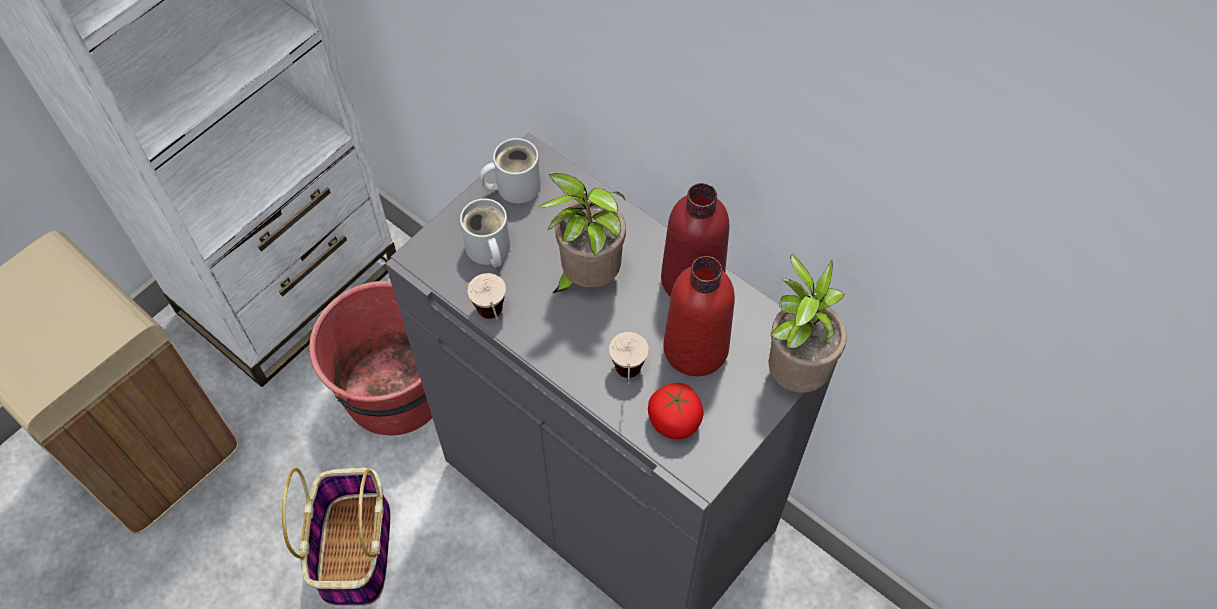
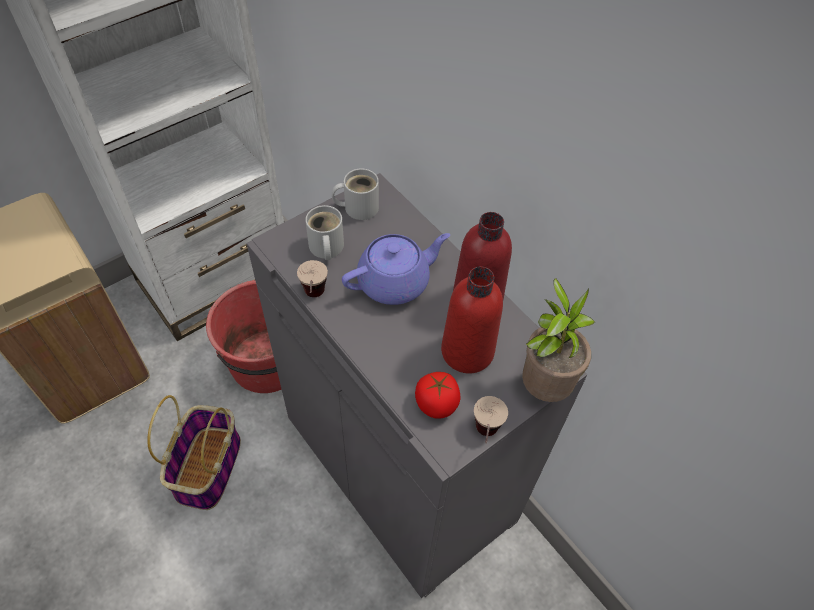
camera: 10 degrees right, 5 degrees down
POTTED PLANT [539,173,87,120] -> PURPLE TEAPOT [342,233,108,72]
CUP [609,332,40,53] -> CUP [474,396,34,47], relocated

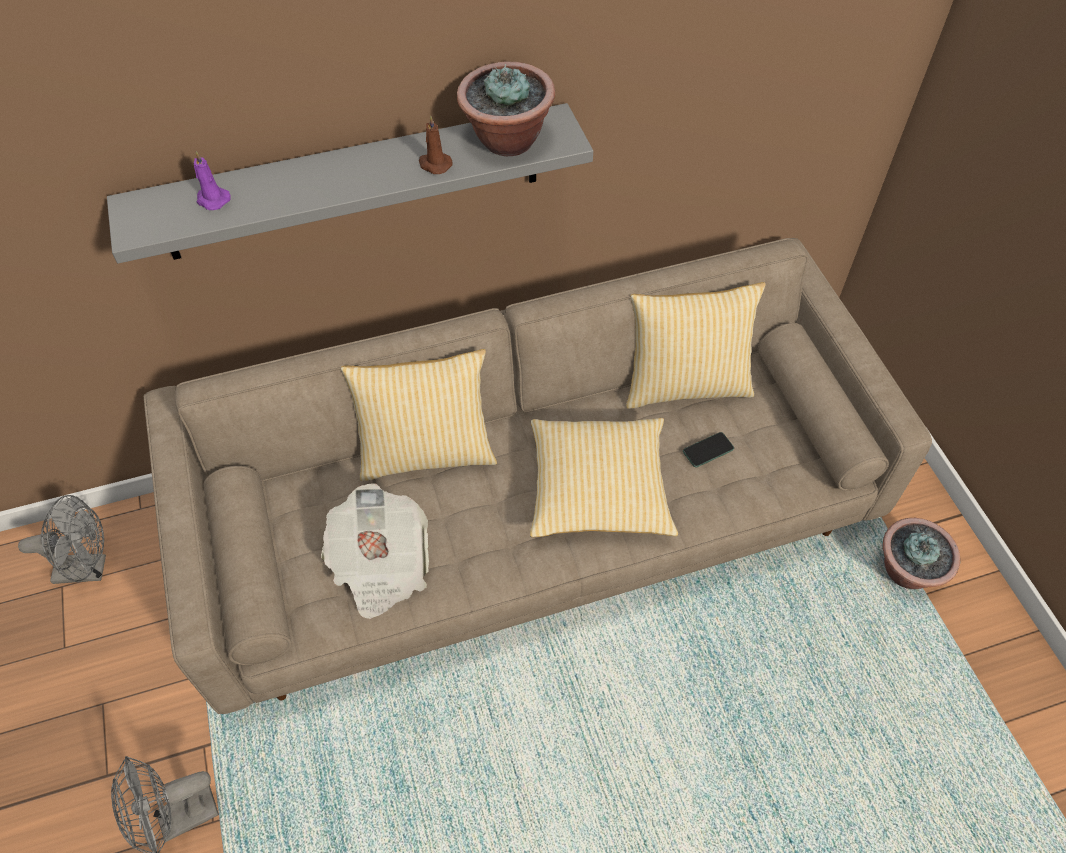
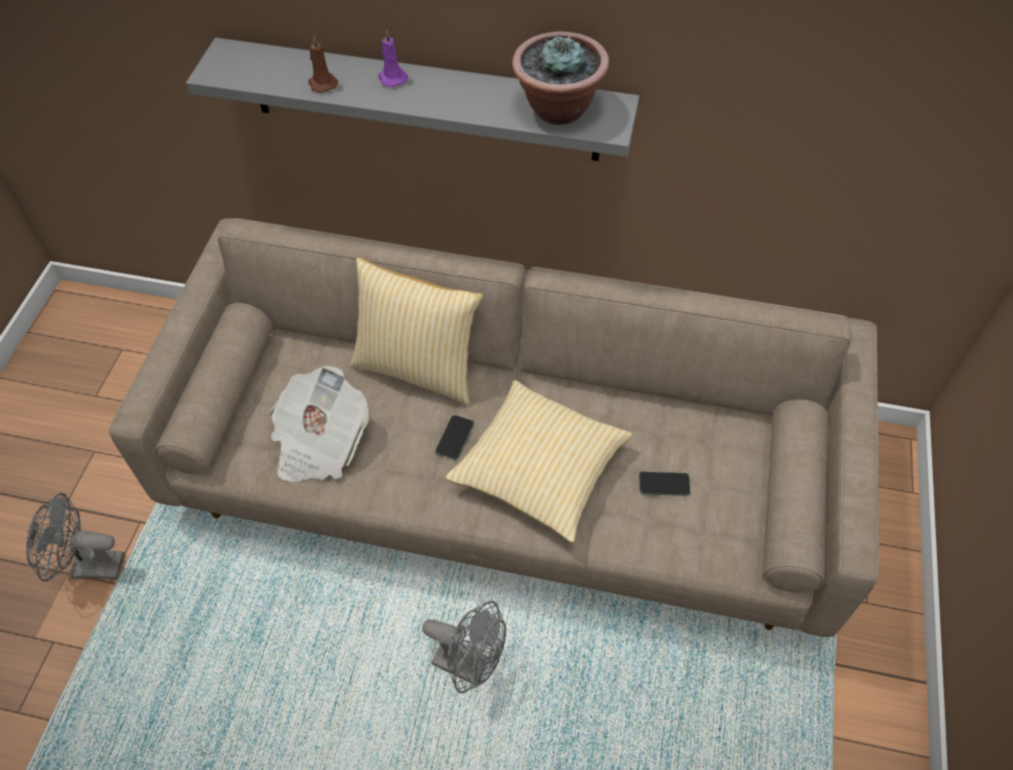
camera: 30 degrees right, 0 degrees up
BROWN CANDLE [419,115,34,59] -> BROWN CANDLE [308,36,30,57], relocated
PURPLE CANDLE [194,151,37,59] -> PURPLE CANDLE [378,30,30,57], relocated
PILLOW [626,282,140,127] -> none
GREY FAN [18,495,88,89] -> GREY FAN [422,601,84,92], relocated
POTTED PLANT [883,518,77,71] -> none
none -> PHONE [435,415,39,45]

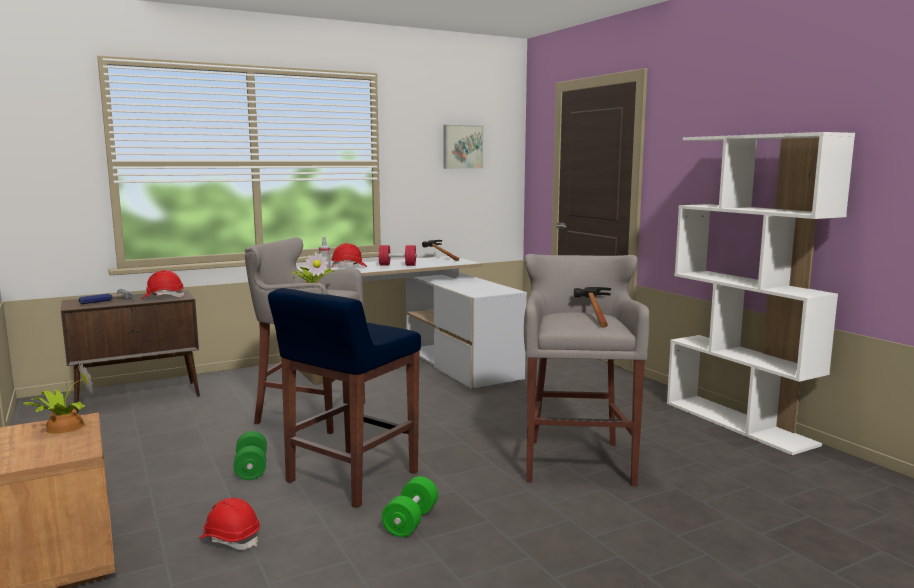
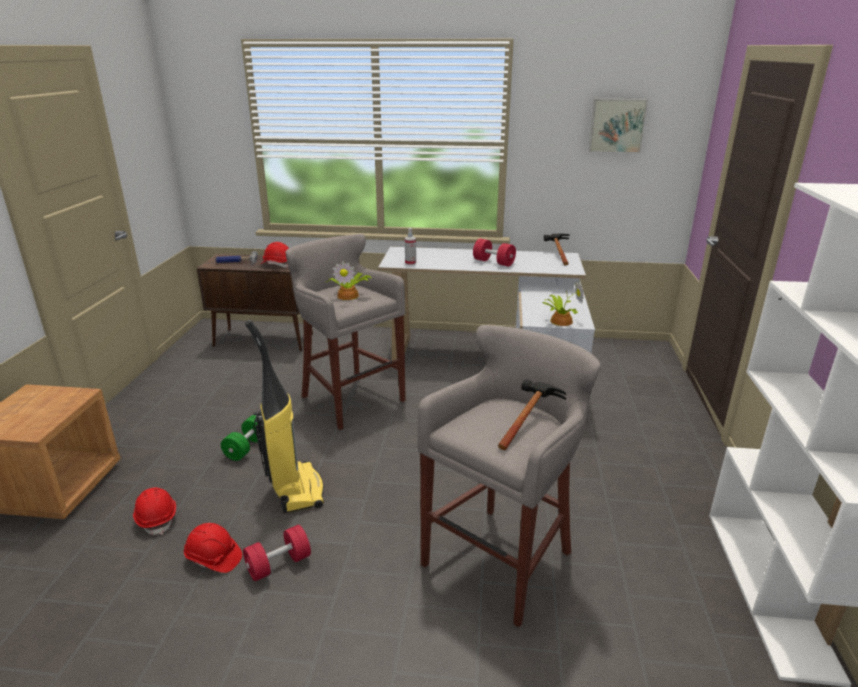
camera: 35 degrees right, 15 degrees up
RED HARD HAT [331,243,36,25] -> RED HARD HAT [184,523,58,50], relocated
BLUE STOOL [268,288,153,220] -> VACUUM CLEANER [245,320,79,193]
POTTED PLANT [23,361,70,73] -> POTTED PLANT [542,281,42,45], relocated
GREEN DUMBBELL [382,476,56,61] -> RED DUMBBELL [243,525,68,56]

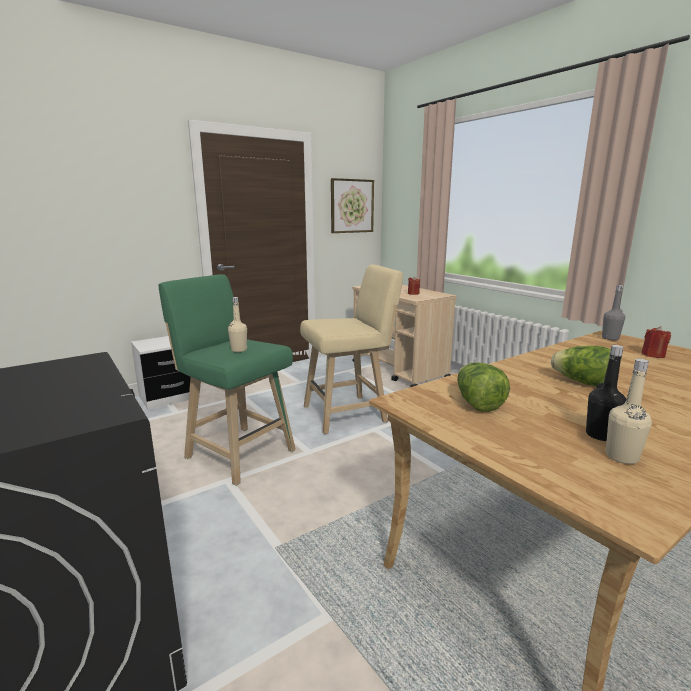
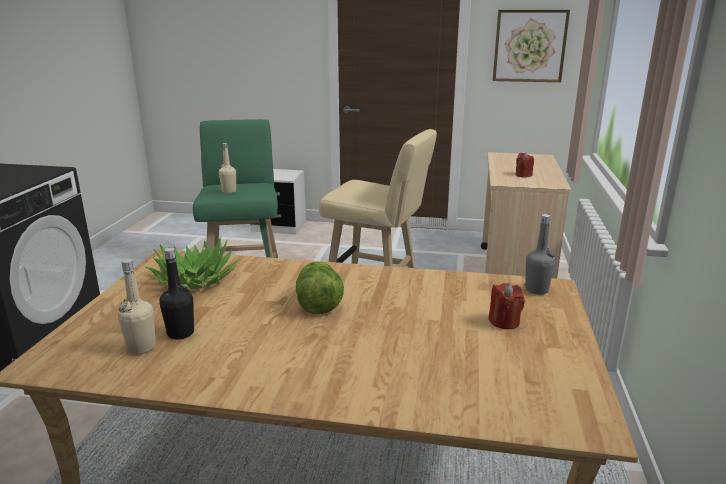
camera: 45 degrees right, 5 degrees up
LETTUCE [457,362,53,50] -> POTTED PLANT [145,236,95,53]

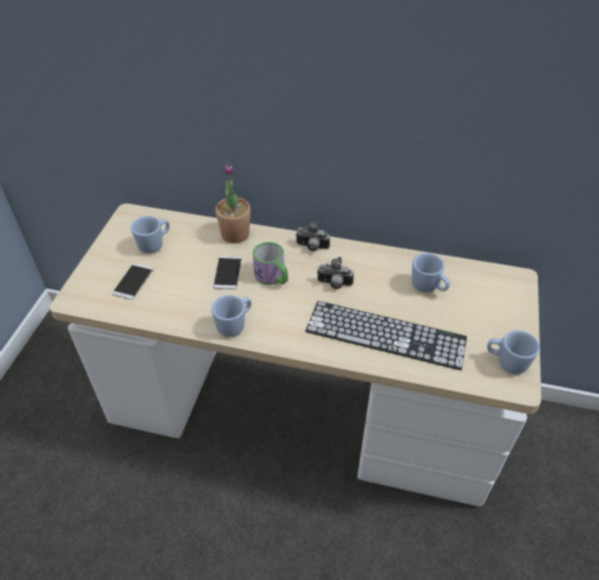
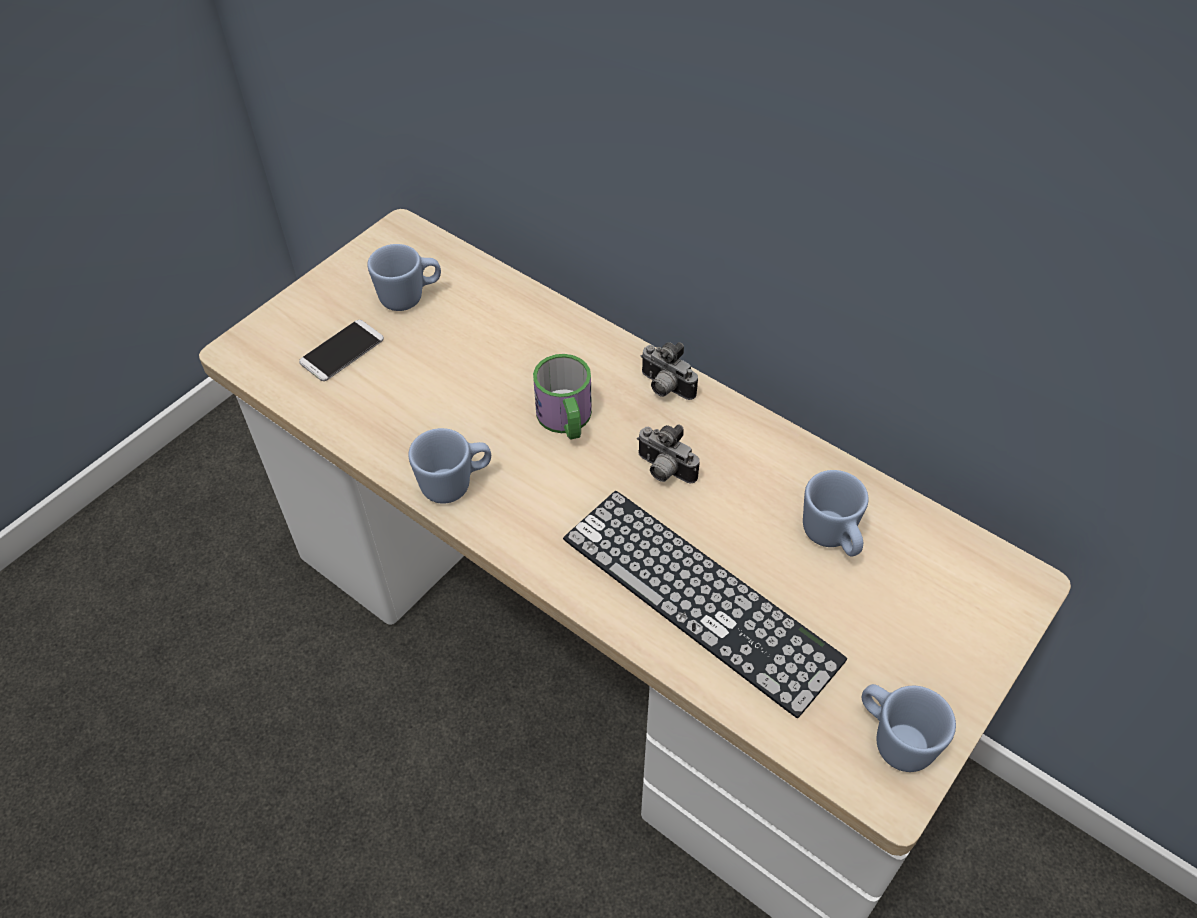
camera: 25 degrees right, 5 degrees up
POTTED PLANT [215,163,36,80] -> none
PHONE [213,256,29,33] -> none

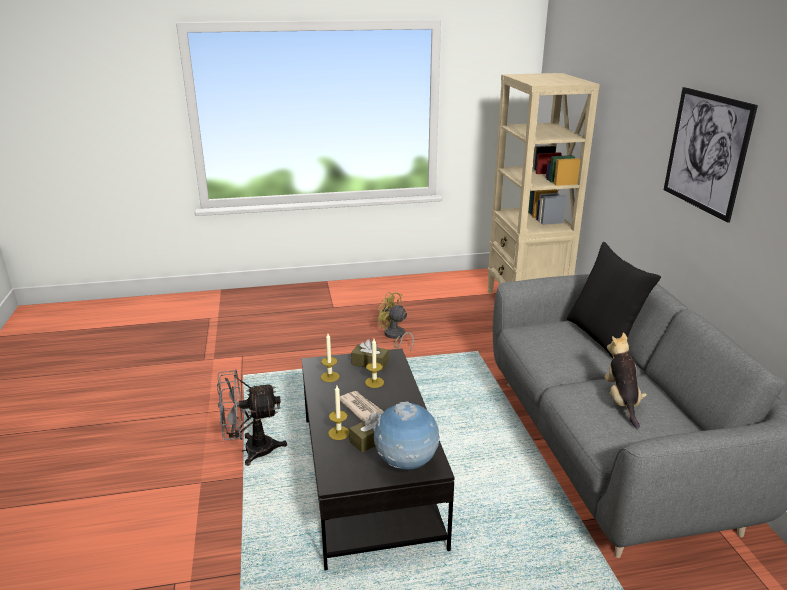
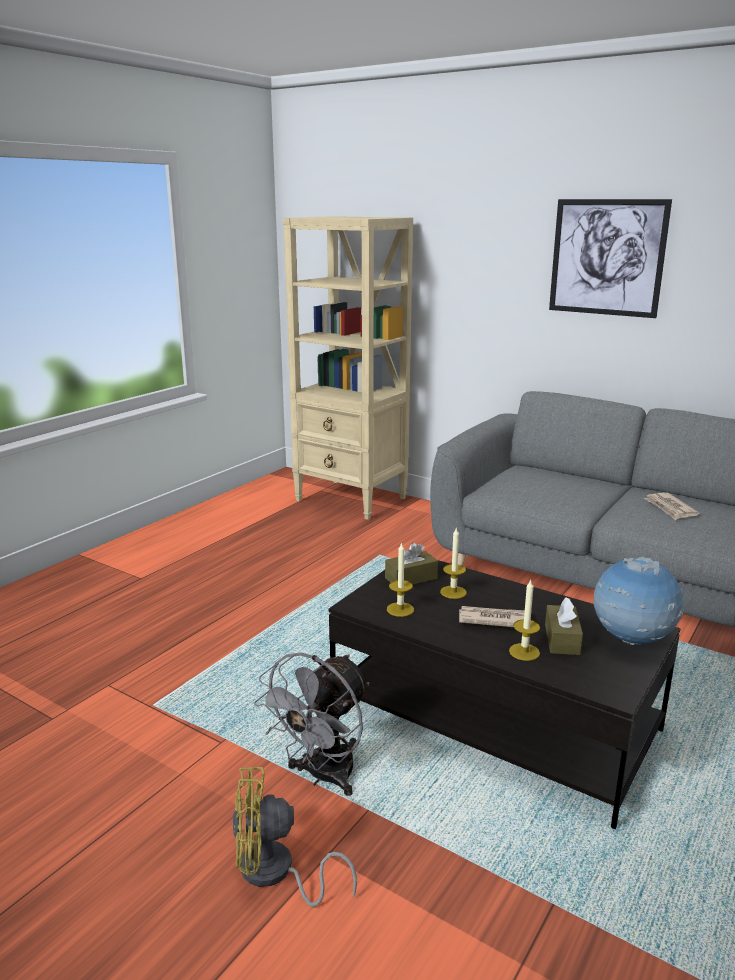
camera: 45 degrees left, 5 degrees down
BLACK PILLOW [567,242,94,116] -> none
YELLOW FAN [378,292,36,59] -> YELLOW FAN [232,767,125,140], relocated
PLUSH TOY [604,332,43,97] -> NEWSPAPER [644,493,55,27]

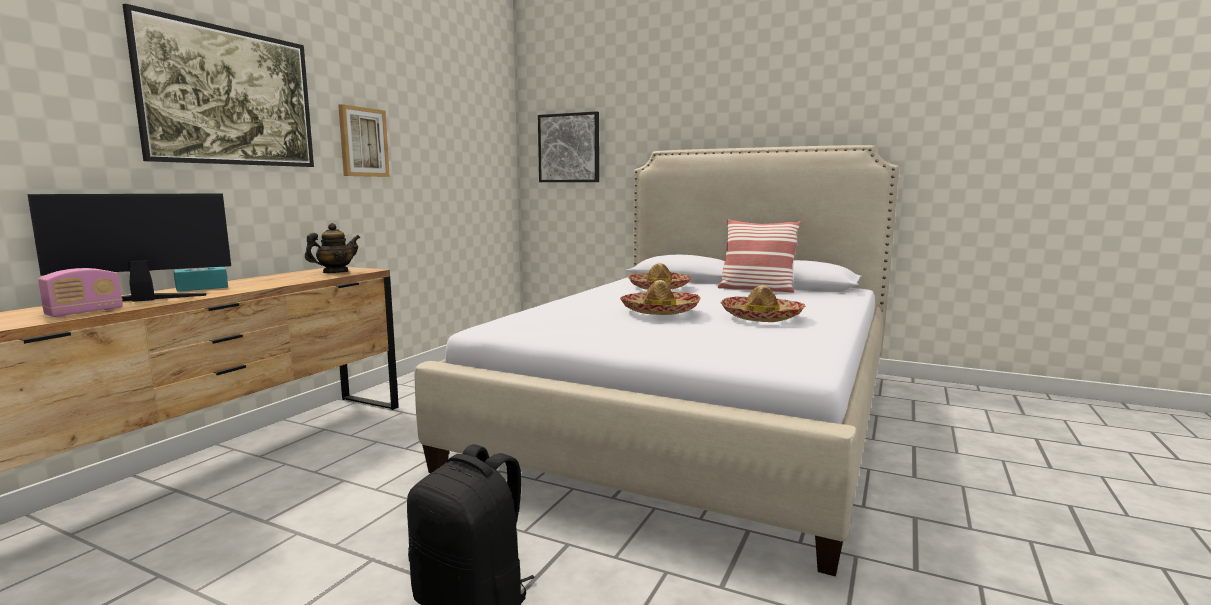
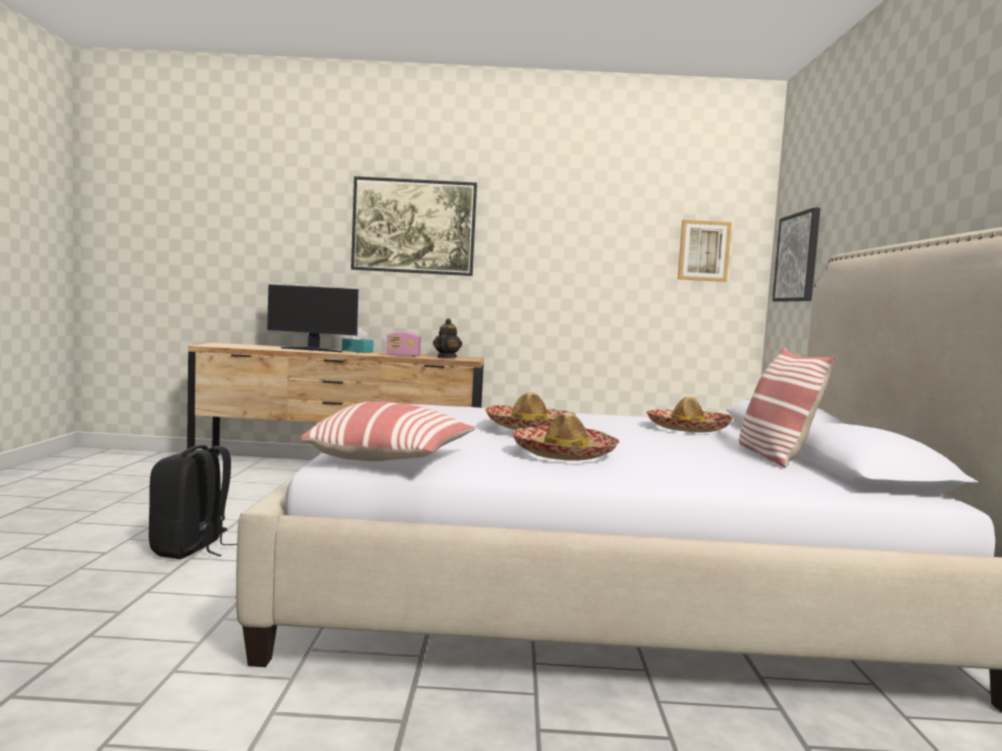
camera: 65 degrees right, 5 degrees down
PICTURE [338,104,52,73] -> PICTURE [678,220,54,62], relocated
MONITOR [27,193,204,109] -> MONITOR [267,284,91,68], 150 degrees clockwise
TEAPOT [305,223,55,50] -> TEAPOT [433,318,29,40], 105 degrees counterclockwise
RADIO [38,268,85,49] -> RADIO [386,332,35,25], relocated
none -> PILLOW [300,401,175,60]

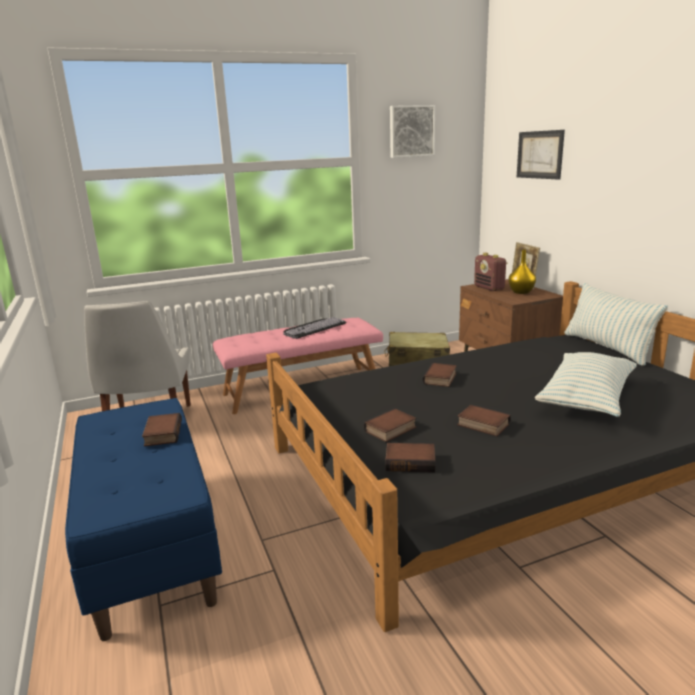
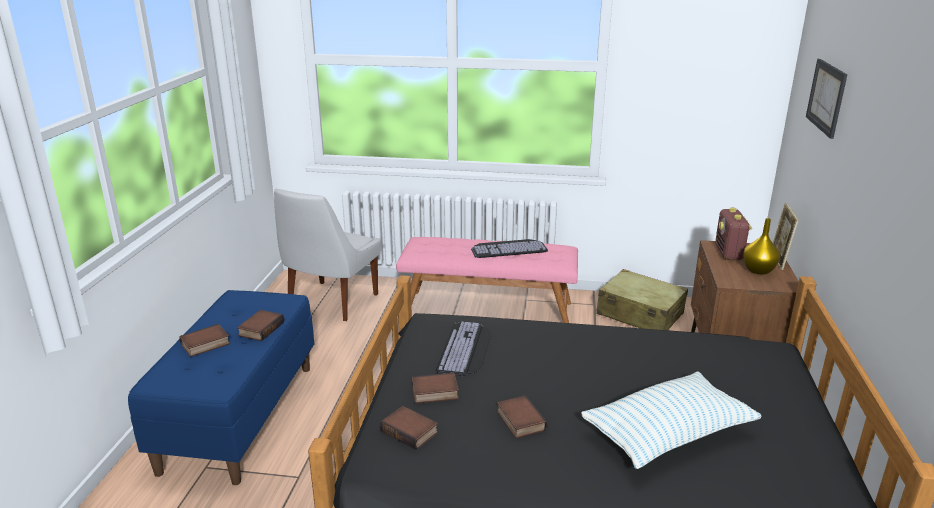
camera: 30 degrees right, 5 degrees up
PICTURE [390,105,45,53] -> none
PILLOW [564,283,104,83] -> none
BOOK [423,363,34,24] -> BOOK [179,324,51,33], relocated
none -> KEYBOARD [436,322,56,54]

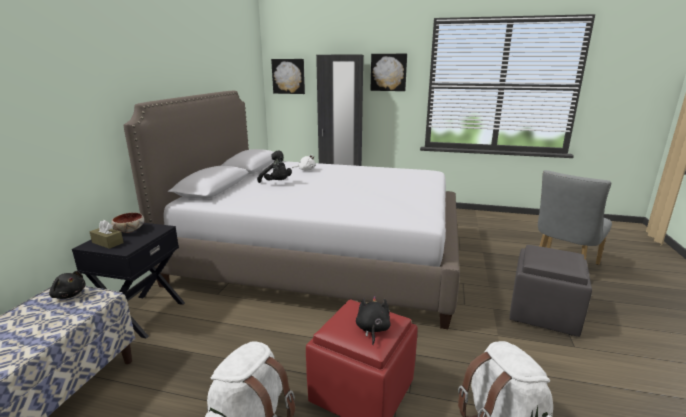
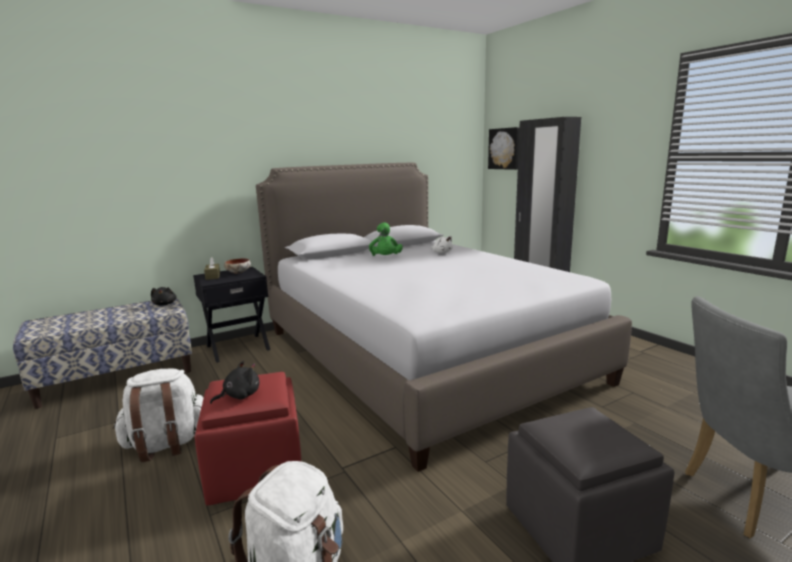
camera: 45 degrees right, 5 degrees down
PICTURE [370,54,37,37] -> none
BLACK PLUSH TOY [257,150,35,33] -> GREEN PLUSH TOY [369,222,34,34]

